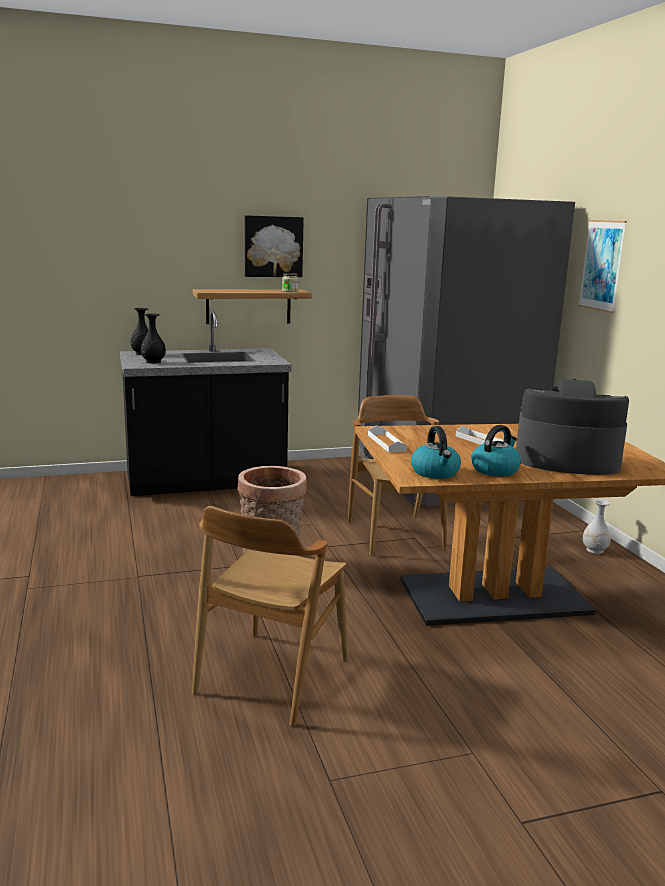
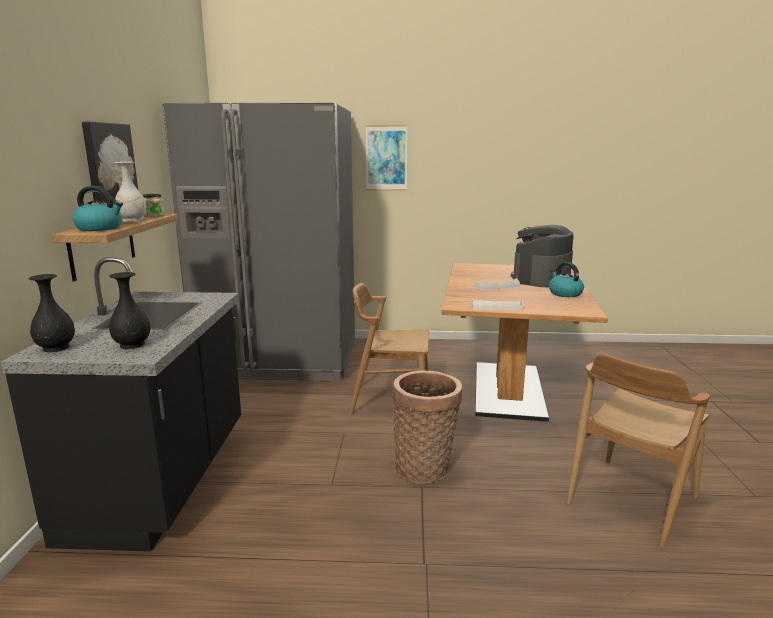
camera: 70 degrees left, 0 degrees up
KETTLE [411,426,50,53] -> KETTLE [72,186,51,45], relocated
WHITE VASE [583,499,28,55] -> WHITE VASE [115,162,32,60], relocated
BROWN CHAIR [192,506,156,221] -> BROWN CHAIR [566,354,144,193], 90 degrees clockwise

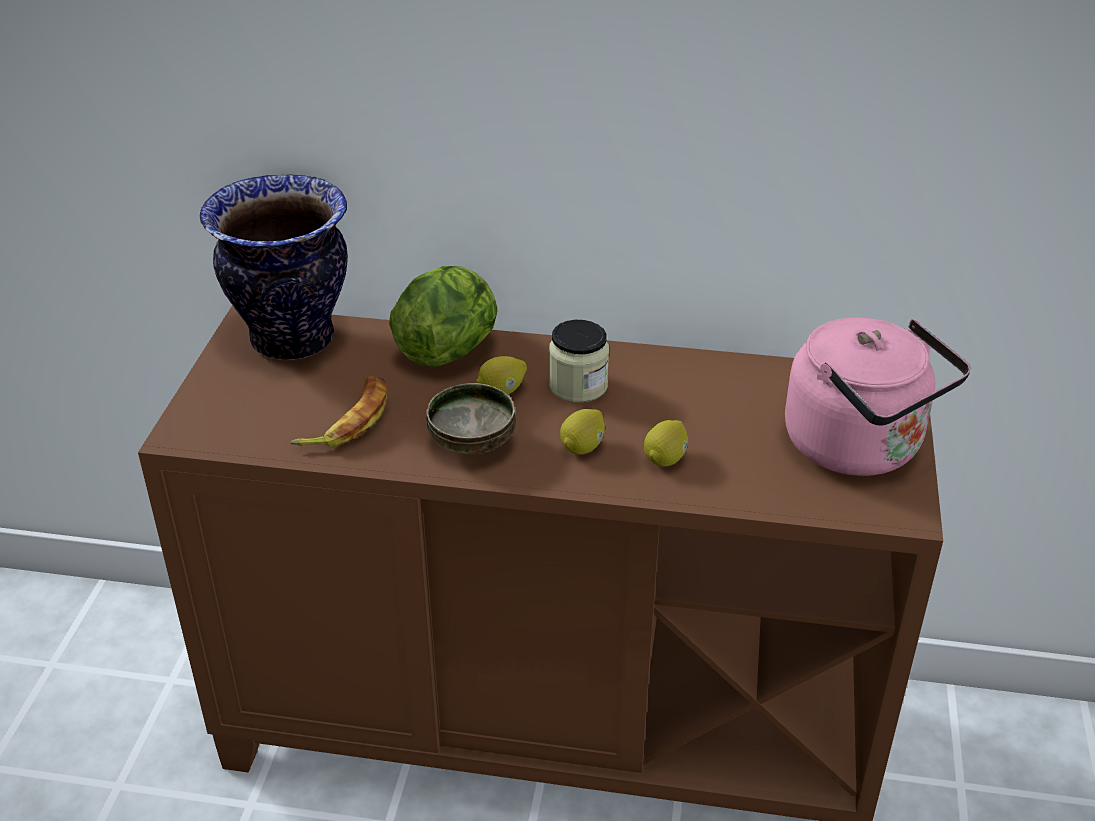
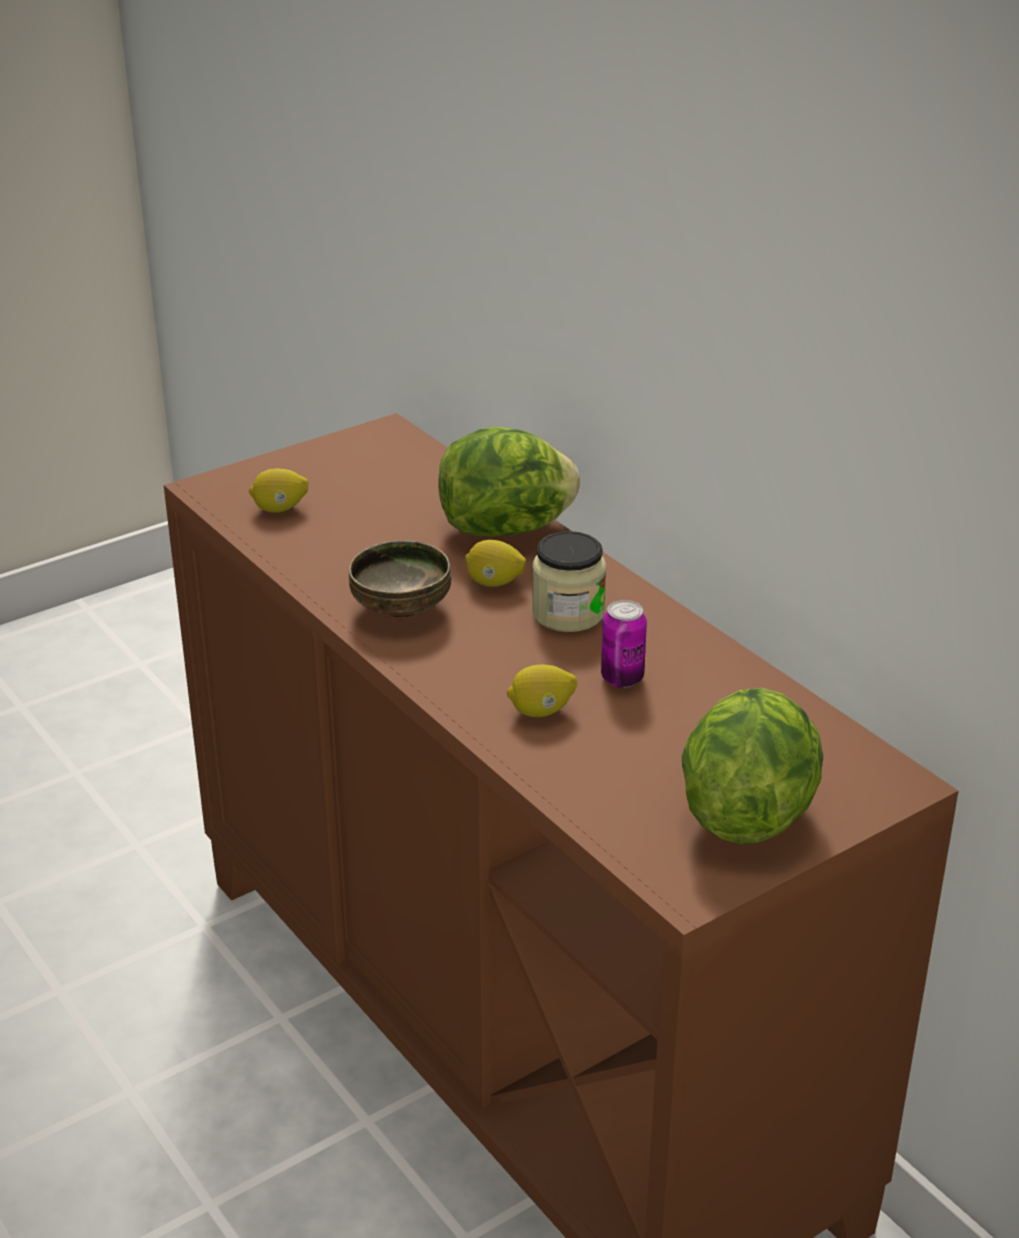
camera: 45 degrees right, 5 degrees down
VASE [200,175,148,185] -> none
PINK KETTLE [785,317,185,159] -> LETTUCE [682,688,141,156]
BANANA [290,376,98,71] -> none
LEMON [560,409,45,46] -> LEMON [249,469,59,44], relocated
none -> CAN [601,600,46,88]

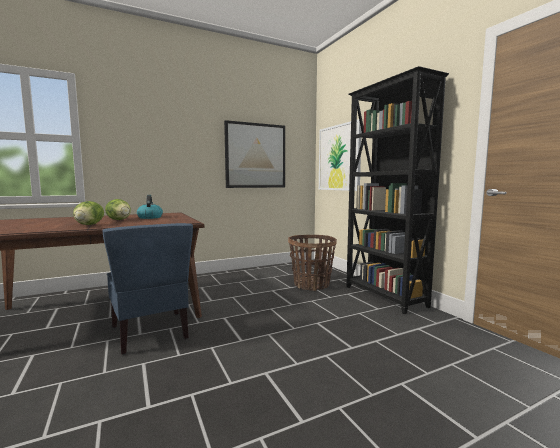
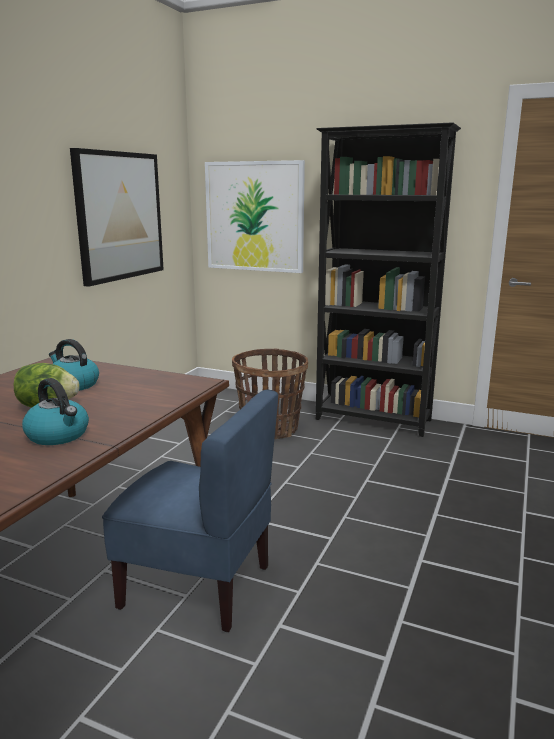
camera: 40 degrees left, 10 degrees up
LETTUCE [73,201,31,24] -> KETTLE [22,378,67,67]

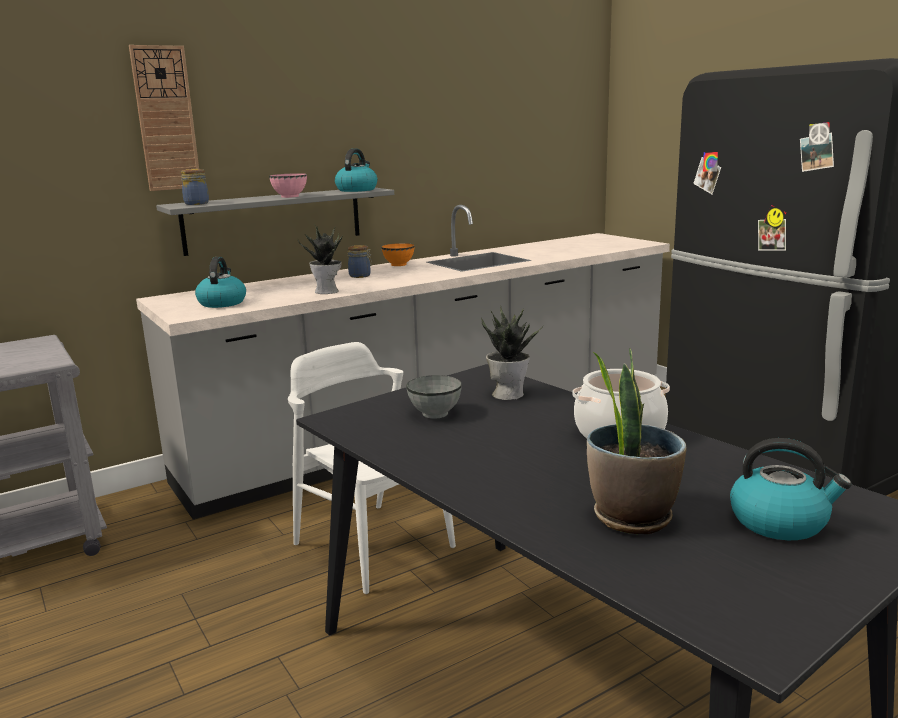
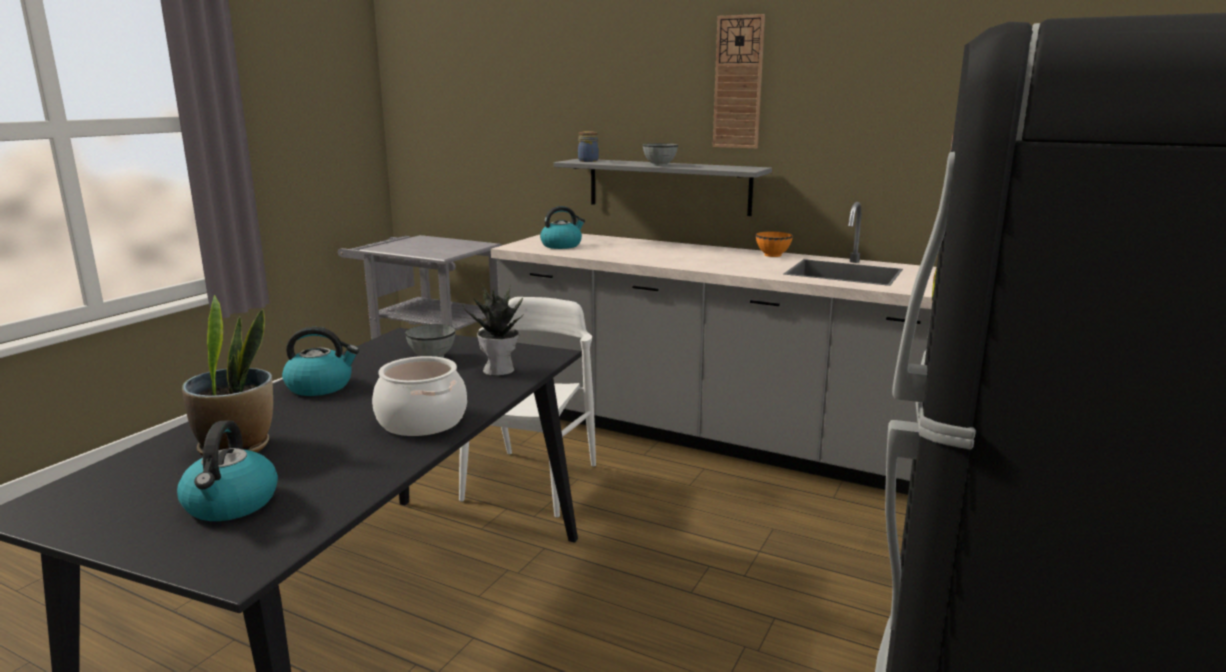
camera: 60 degrees right, 0 degrees up
WALL CLOCK [129,45,70,146] -> WALL CLOCK [713,14,52,135], relocated
KETTLE [335,148,43,44] -> KETTLE [282,327,77,69], relocated
PINK BOWL [269,173,38,25] -> GREY BOWL [643,143,35,23]
POTTED PLANT [297,224,46,70] -> none
JAR [348,245,24,33] -> none

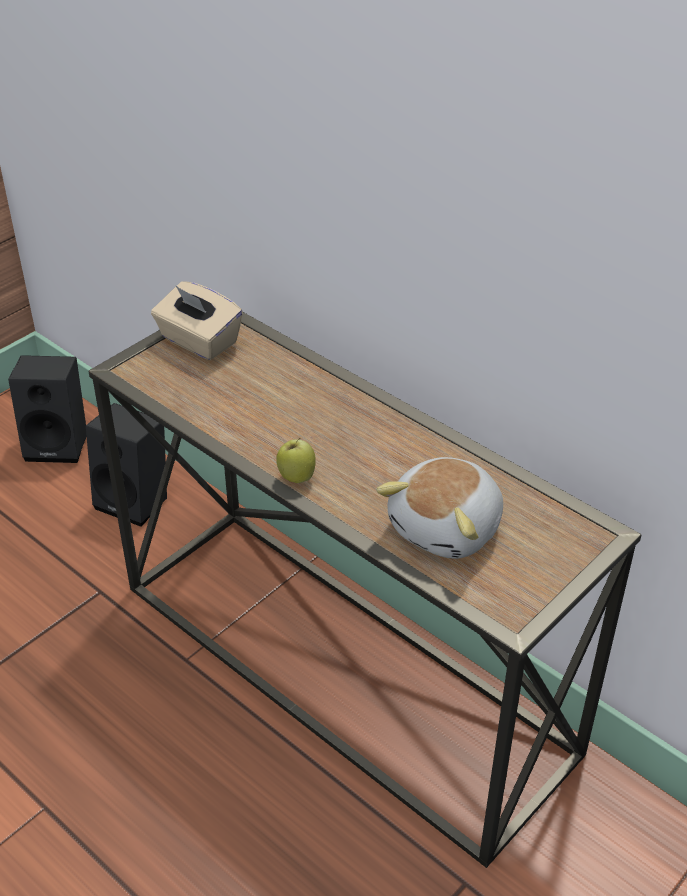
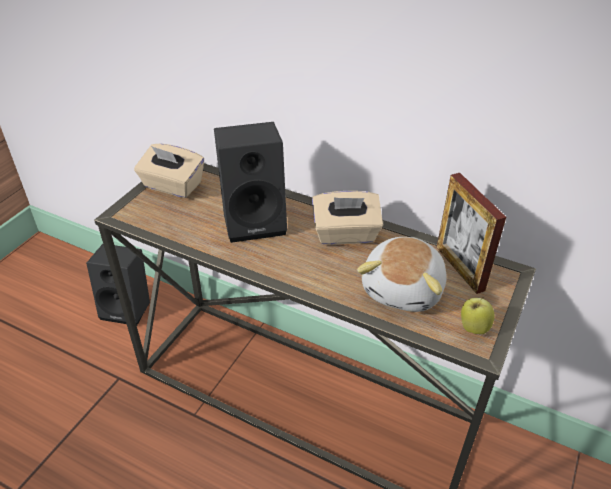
camera: 15 degrees left, 0 degrees up
BLACK SPEAKER [8,355,79,108] -> BLACK SPEAKER [214,122,73,121], relocated
APPLE [276,438,40,45] -> APPLE [461,297,34,37], relocated
none -> PICTURE FRAME [436,173,70,121]
none -> BEIGE TISSUE BOX [312,191,71,54]

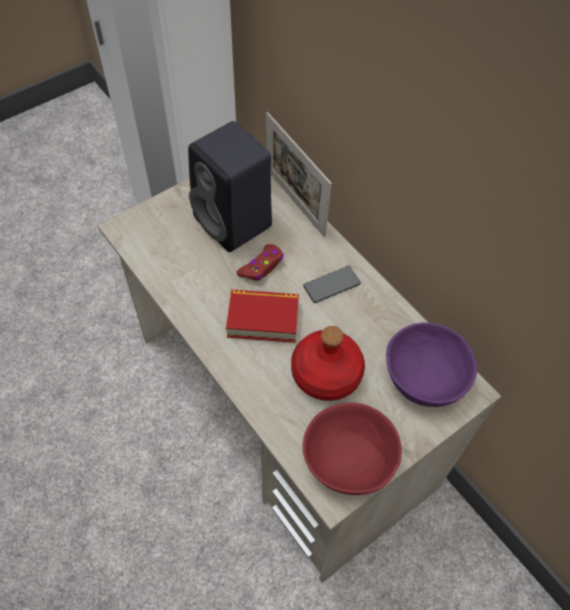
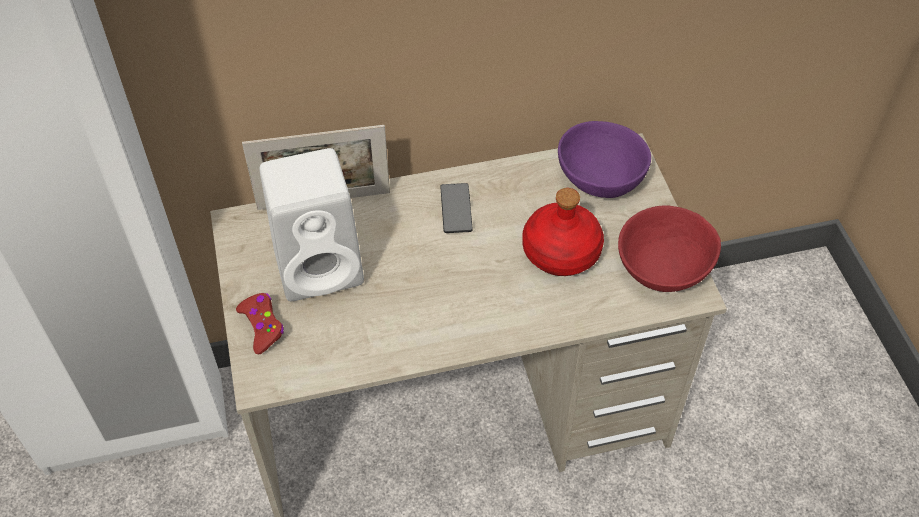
camera: 65 degrees left, 5 degrees down
BLACK SPEAKER [188,121,84,131] -> WHITE SPEAKER [260,148,104,153]
RED GAME CONTROLLER [236,244,48,37] -> RED GAME CONTROLLER [236,293,48,61], relocated
BOOK [226,289,73,54] -> none

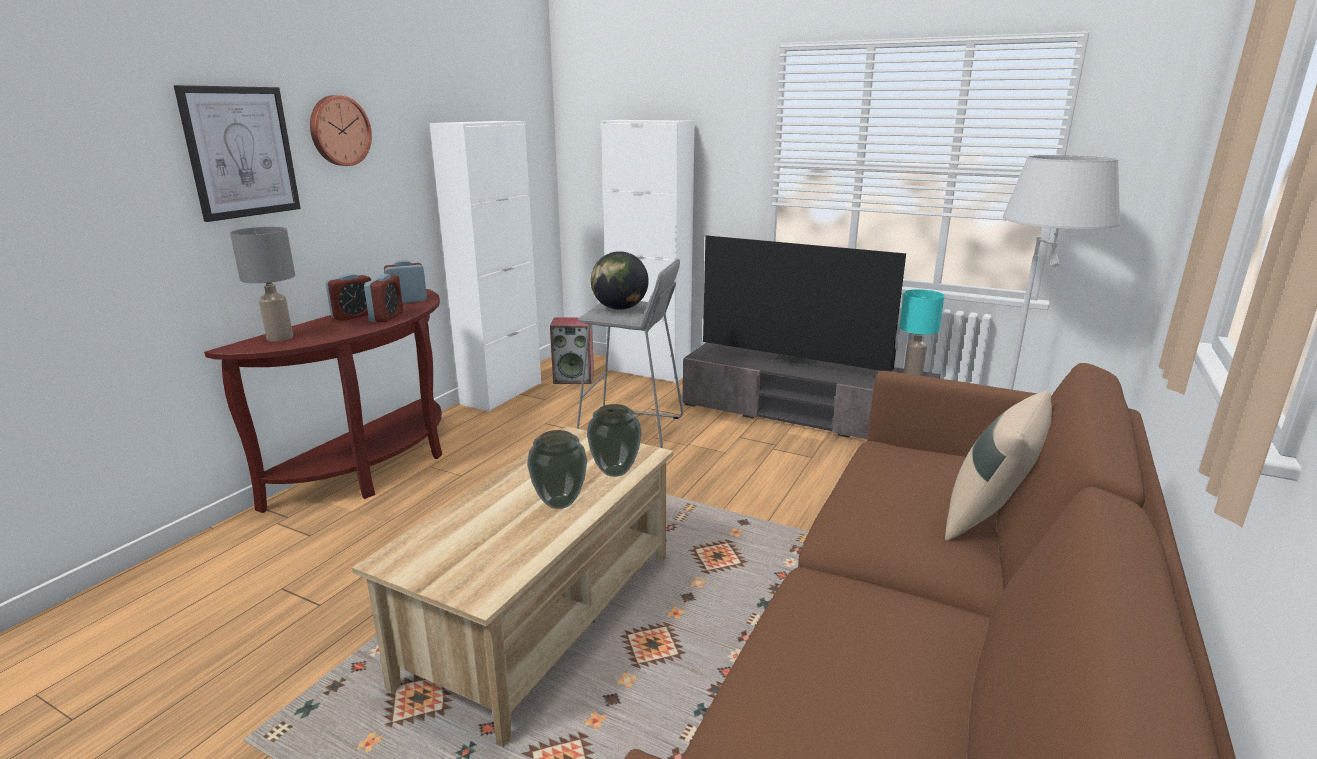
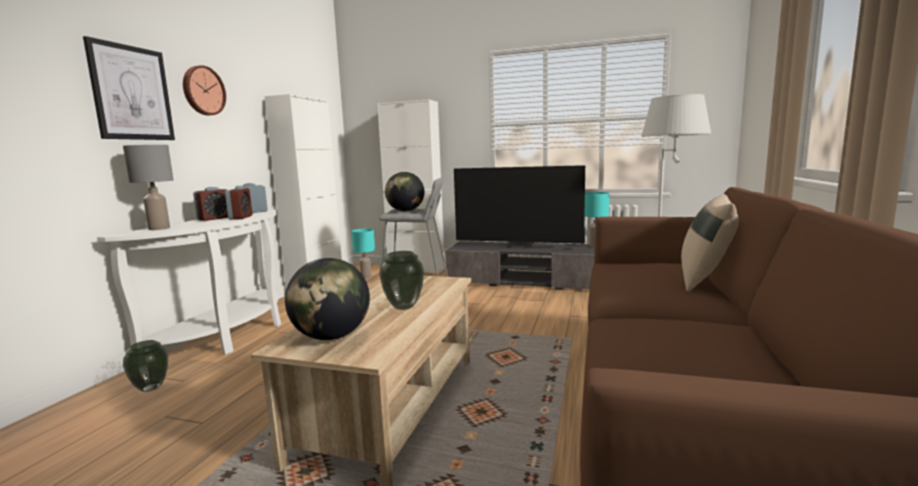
camera: 10 degrees left, 10 degrees down
BROWN CONSOLE TABLE [204,289,238,224] -> WHITE CONSOLE TABLE [97,209,184,146]
SPEAKER [550,317,44,67] -> TURQUOISE TABLE LAMP [351,228,24,51]
VASE [587,404,55,73] -> VASE [123,340,45,52], relocated
none -> GLOBE [285,258,85,82]

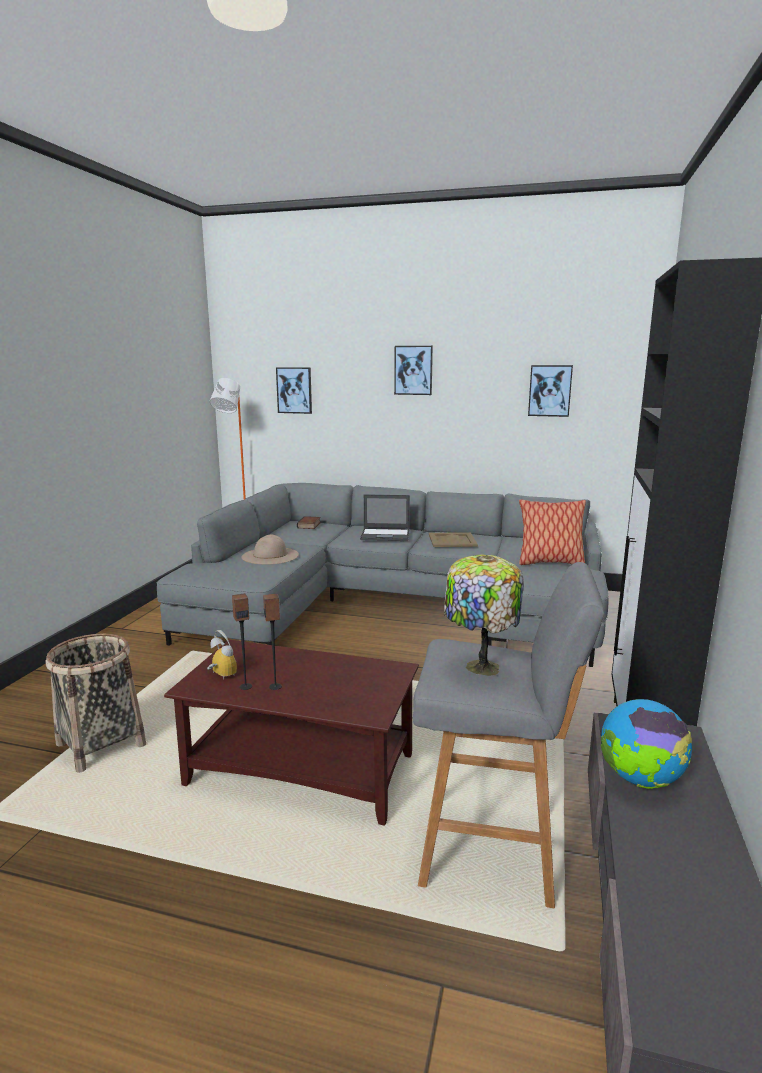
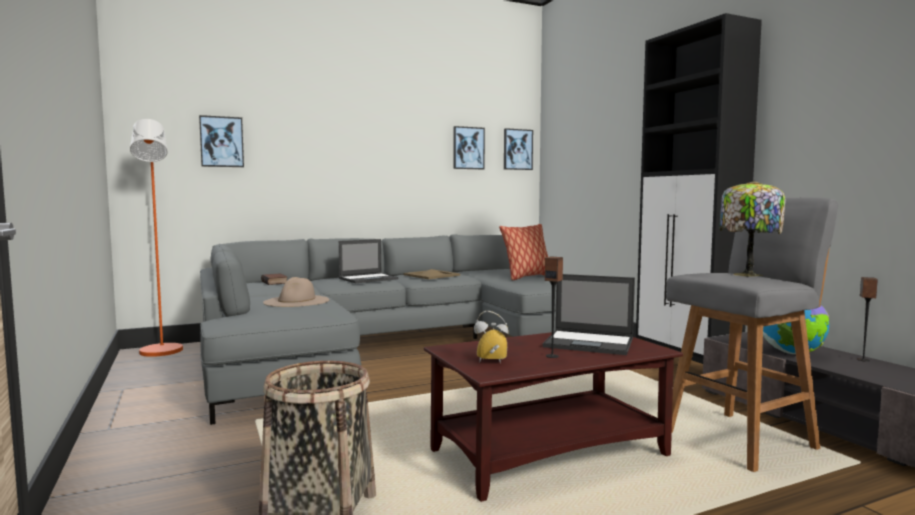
camera: 40 degrees left, 10 degrees down
PICTURE [394,346,39,49] -> PICTURE [504,128,29,42], relocated
SPEAKER [232,593,20,97] -> SPEAKER [857,277,21,85], relocated
none -> LAPTOP [542,274,93,81]

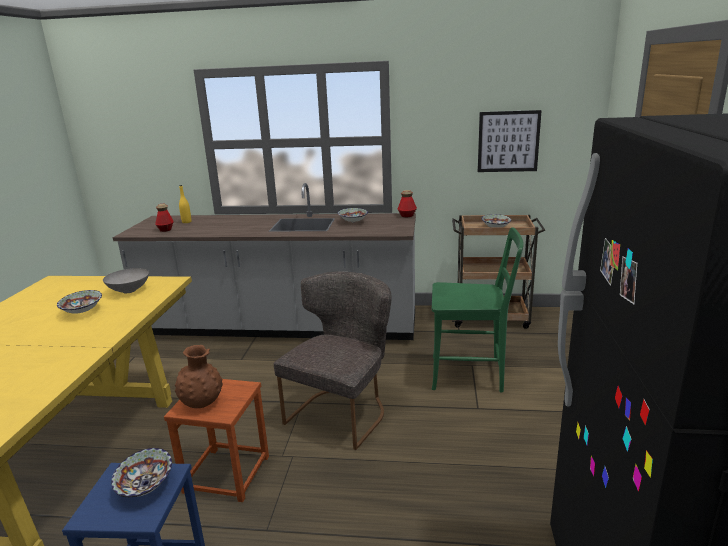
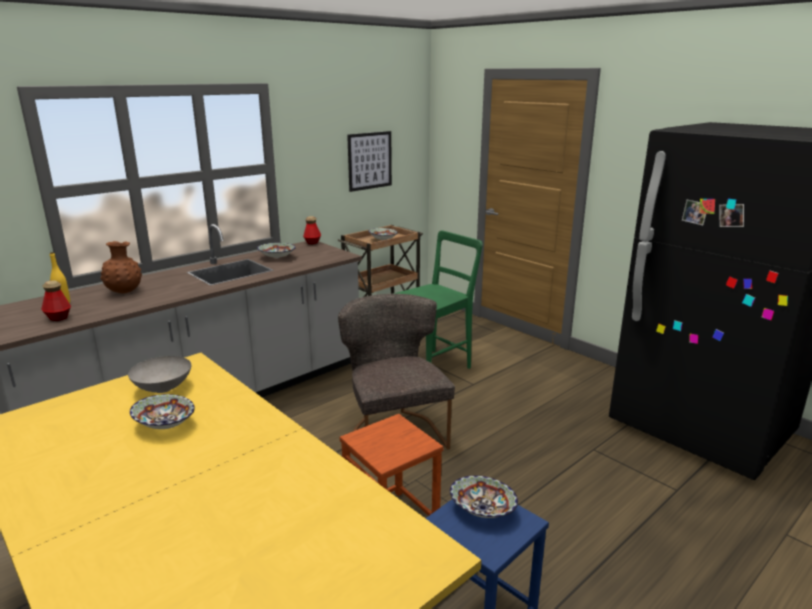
camera: 50 degrees left, 0 degrees up
BROWN VASE [175,345,48,63] -> BROWN VASE [100,241,42,53], relocated

